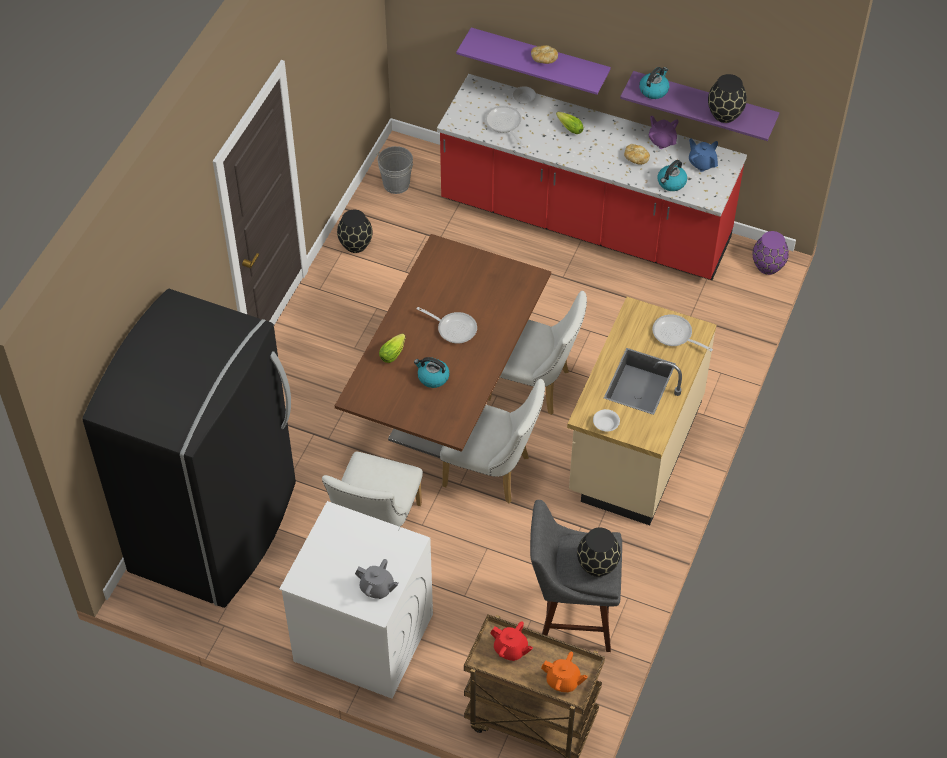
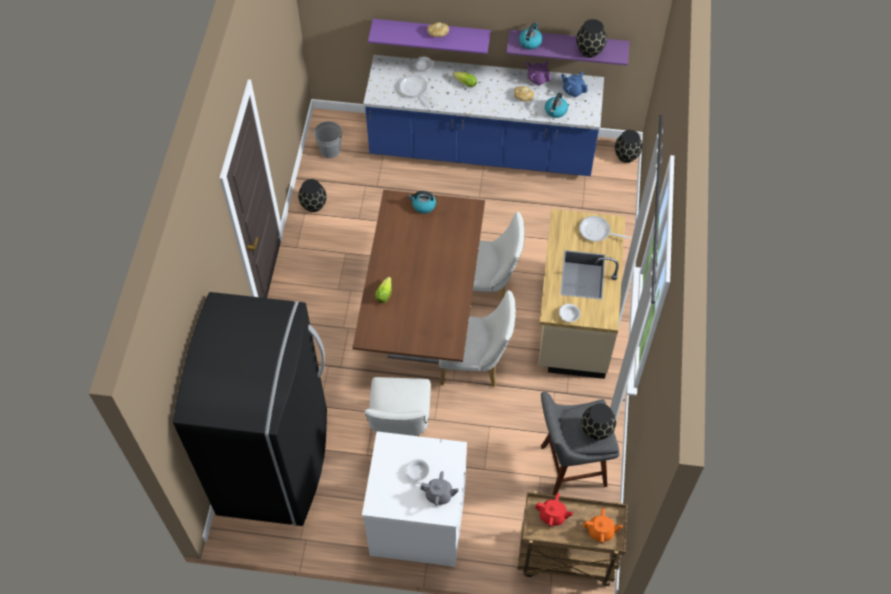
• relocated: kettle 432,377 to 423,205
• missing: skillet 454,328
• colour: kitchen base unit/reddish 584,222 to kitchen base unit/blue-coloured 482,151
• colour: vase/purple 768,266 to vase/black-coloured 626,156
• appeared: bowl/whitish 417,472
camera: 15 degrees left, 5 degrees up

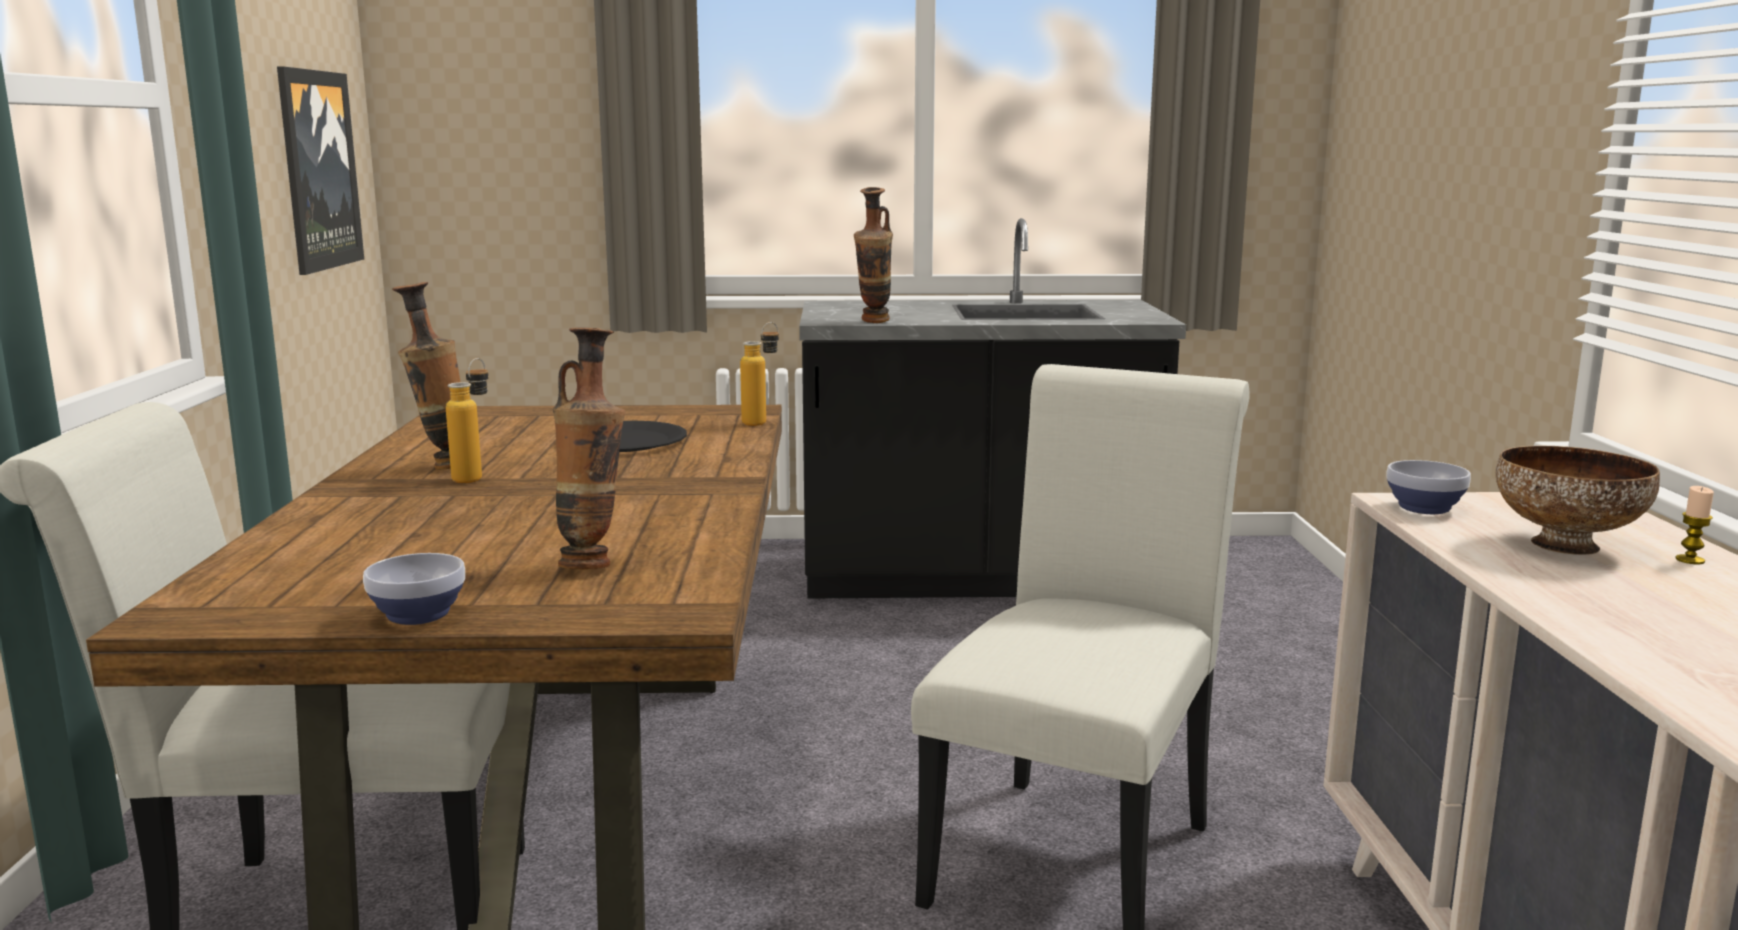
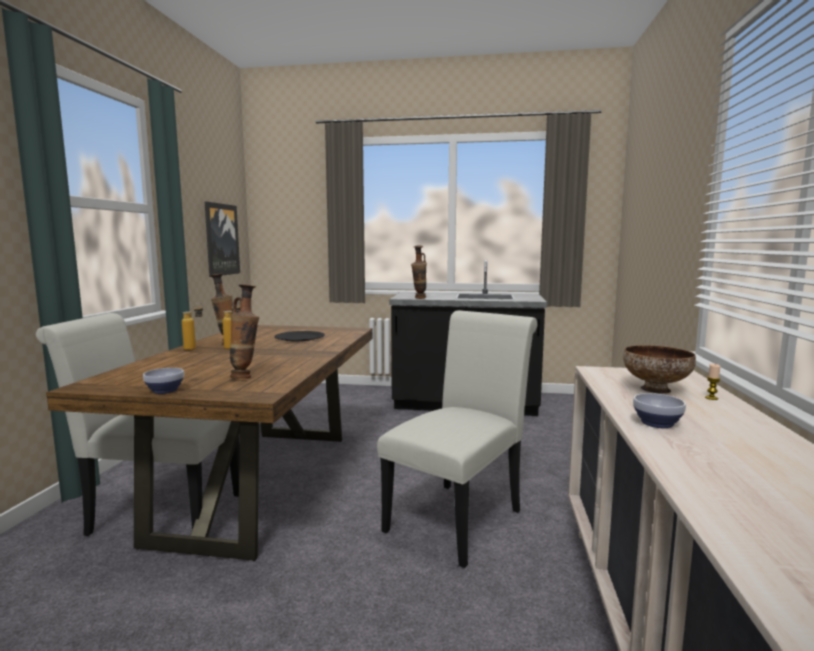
• relocated: bottle 762,422 to 195,348
• relocated: bowl 1422,507 to 655,423
camera: 10 degrees right, 5 degrees down

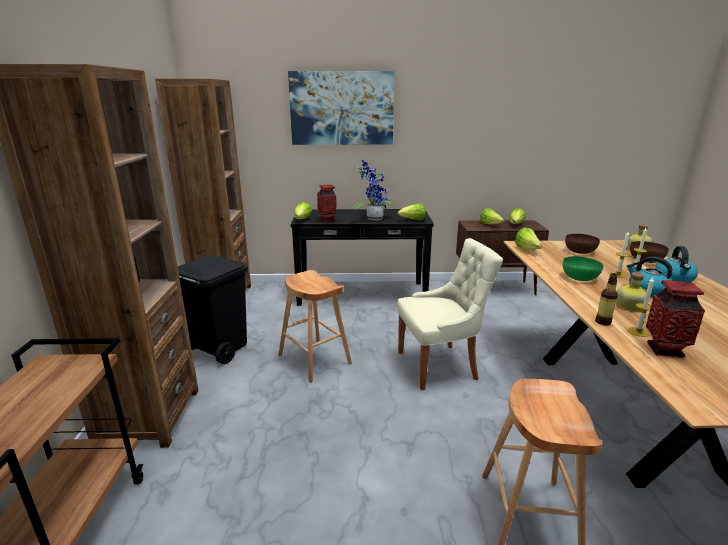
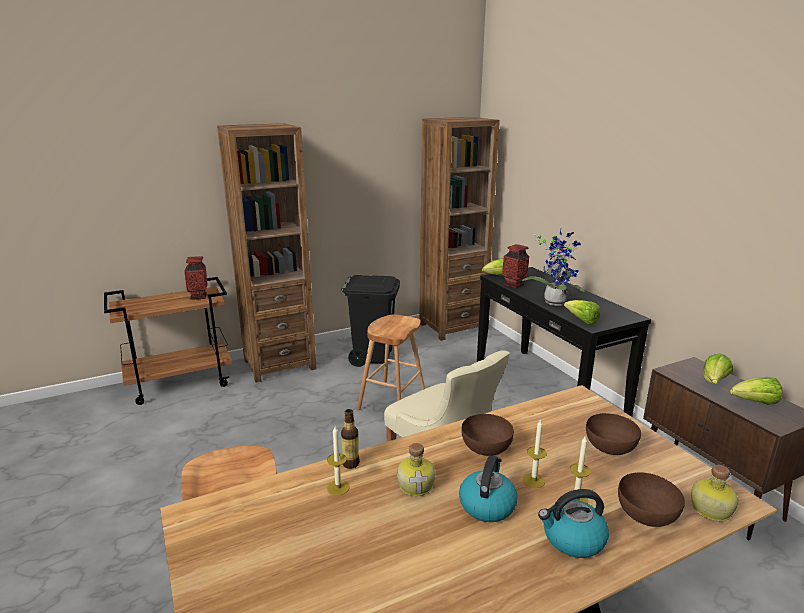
• missing: wall picture 342,108
• missing: lettuce head 527,250
• colour: bowl/greenish 580,277 to bowl/brownish 486,448
• relocated: vase 664,350 to 198,296
camera: 65 degrees right, 0 degrees up

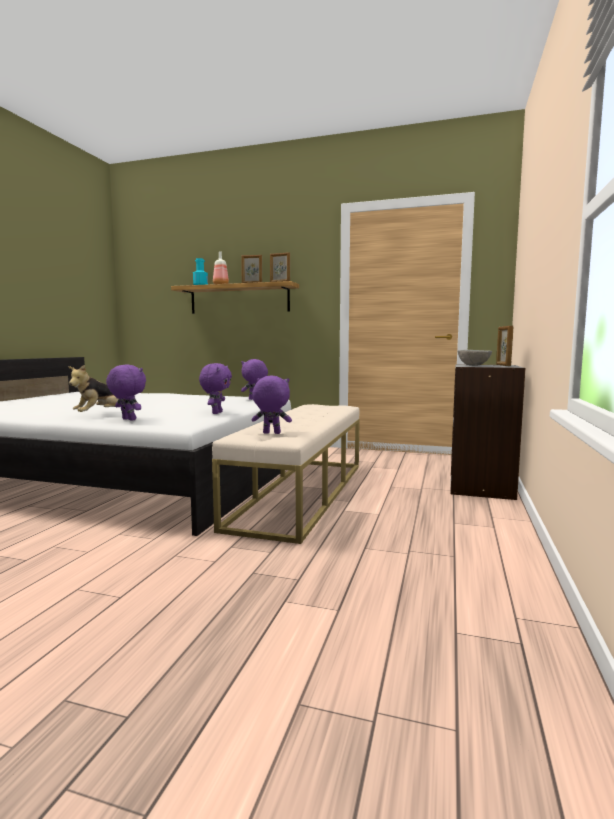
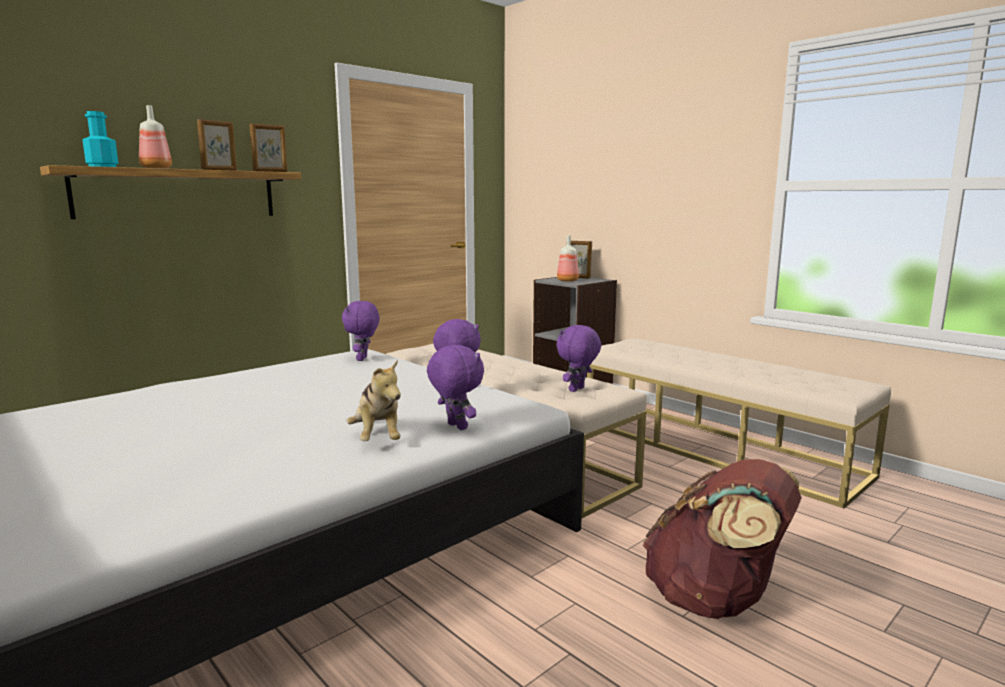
• spun: plush toy/purple 128,419 = 455,427 75 degrees clockwise
• exchanged: bowl/gray 474,365 to bottle 567,280
• appeared: bench/beige-coloured 717,448
• appeared: rucksack/brownish 715,600
camera: 60 degrees left, 5 degrees up

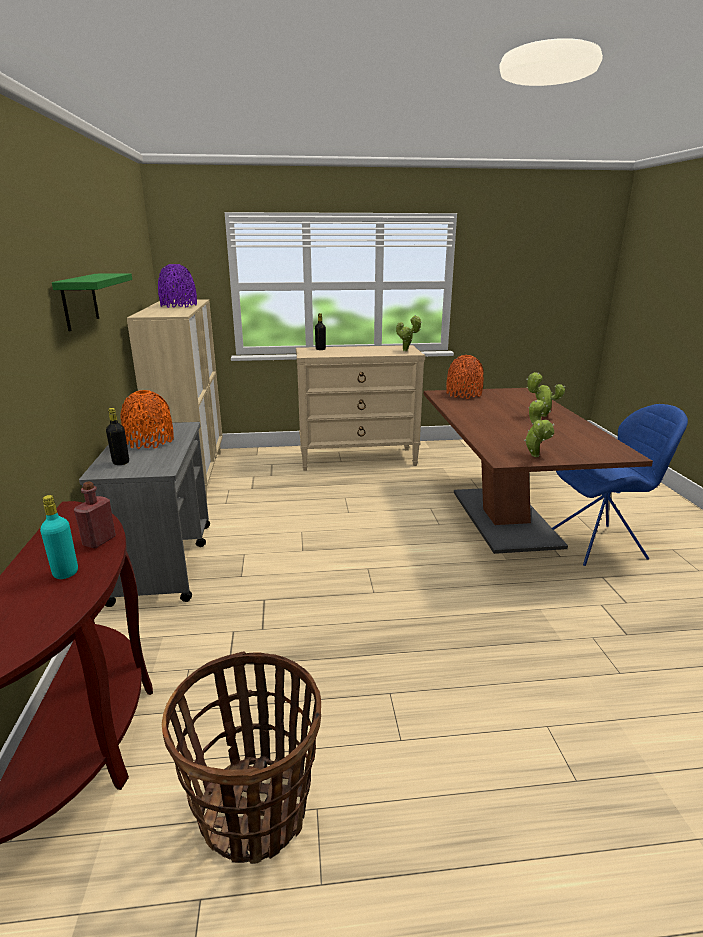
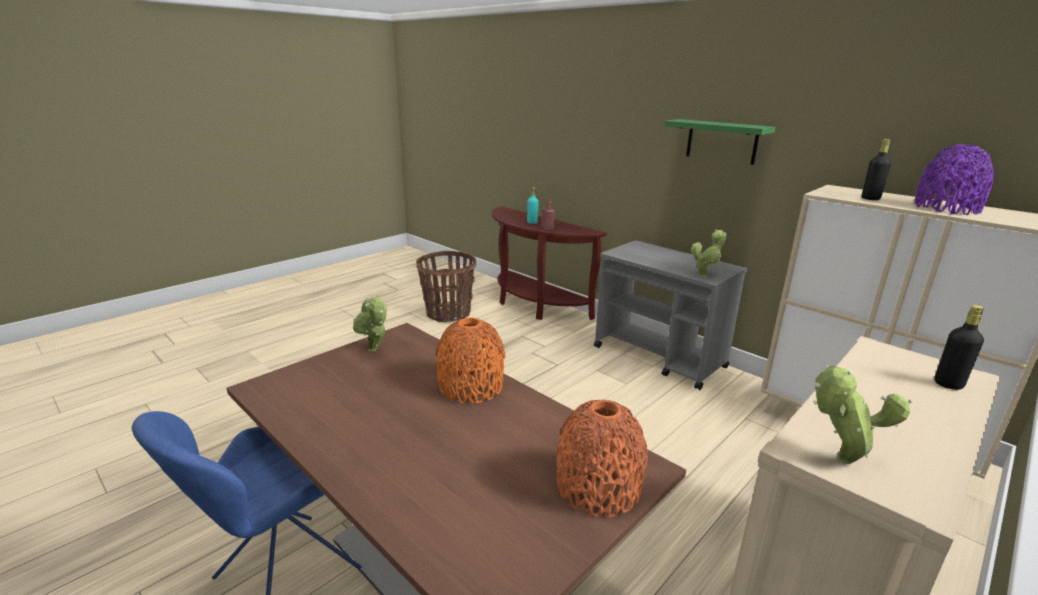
• relocated: bottle/black-coloured 121,462 to 870,199
• relocated: vase/orangey 150,441 to 471,386
• relocated: houseplant 541,415 to 704,275
camera: 140 degrees right, 0 degrees up

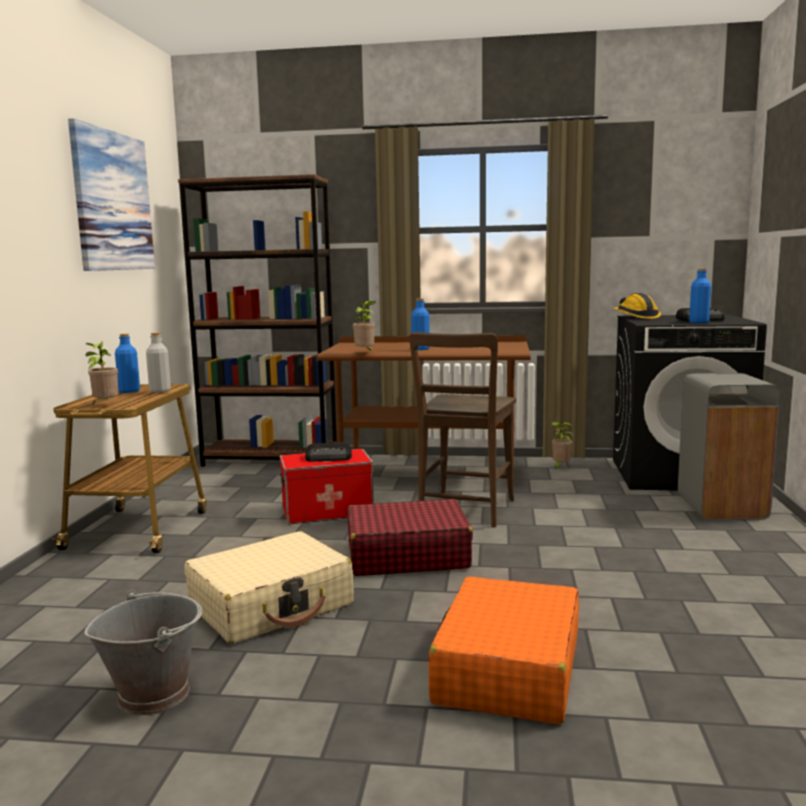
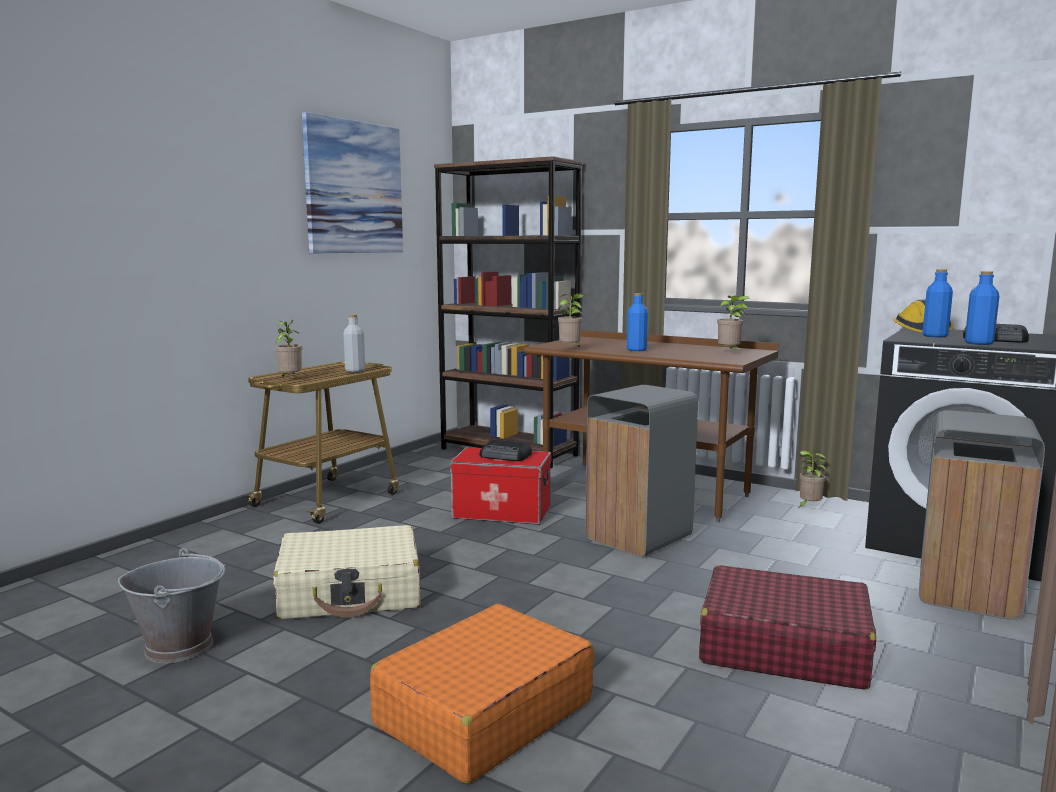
• relocated: bottle/blue-coloured 129,391 to 935,336
• relocated: piece of luggage/reddish 407,555 to 782,648
• exchanged: upright chair/brownish 465,511 to trash can/gray 637,538
• appeared: houseplant 730,353
camera: 25 degrees right, 0 degrees up

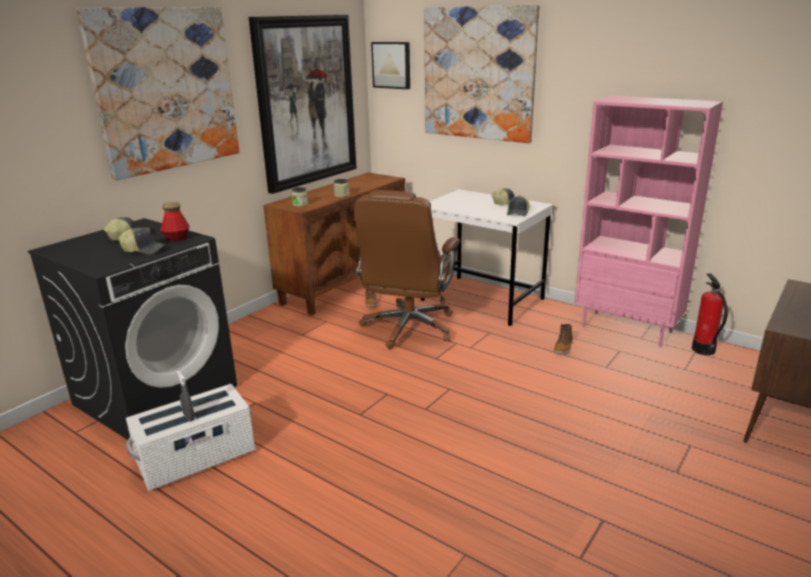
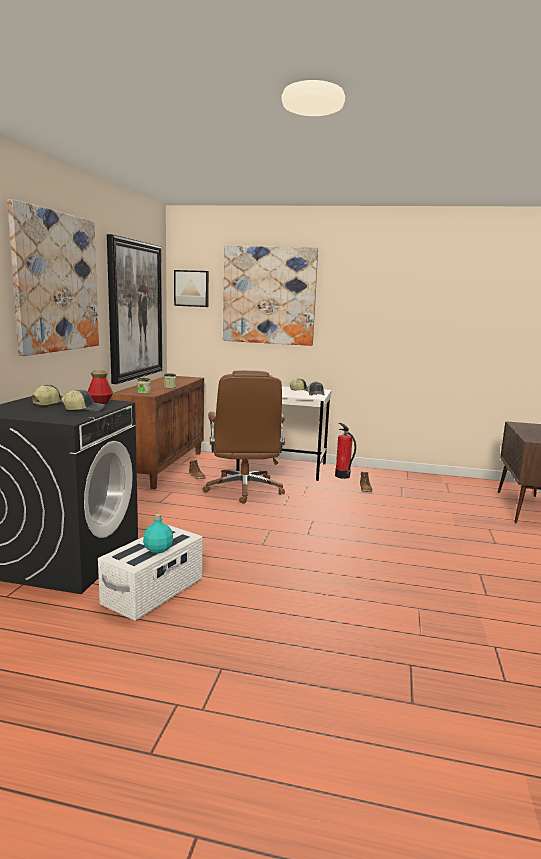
• exchanged: spray bottle/gray 189,417 to bottle/turquoise 158,549
• missing: bookshelf/pink 627,328
• relocated: extinguisher 703,350 to 342,476
camera: 25 degrees left, 10 degrees down

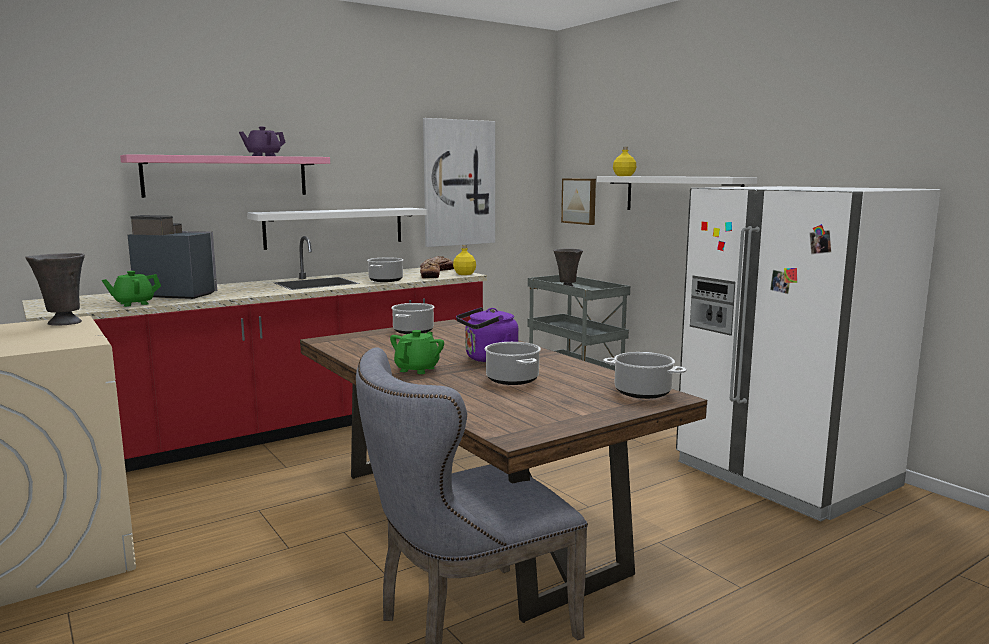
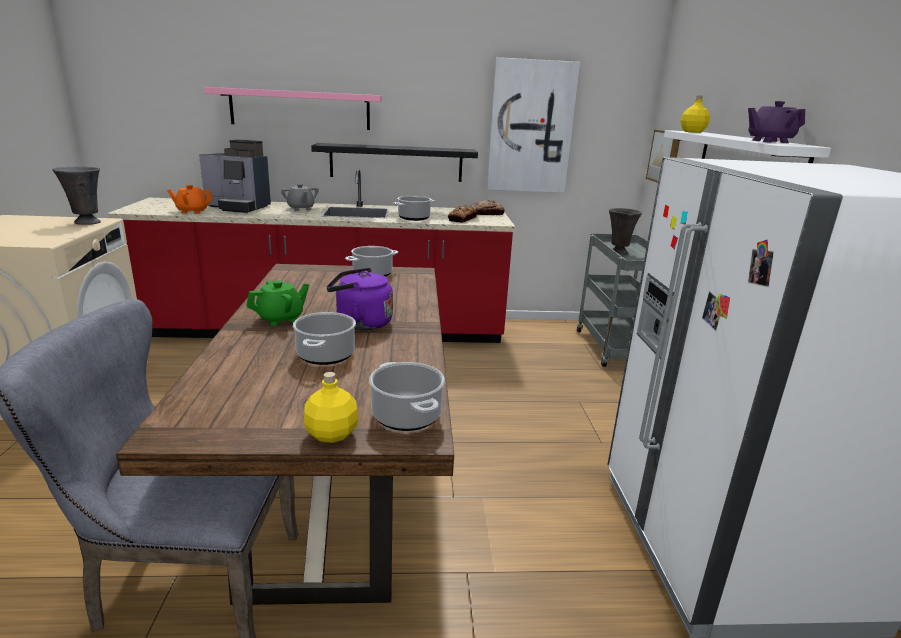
• colour: tea pot/greenish 134,304 to tea pot/orangey 192,211
• spun: coffee machine 176,294 = 239,207 150 degrees clockwise
• relocated: tea pot/purple 263,156 to 769,141
• colour: bracket shelf/whitish 335,227 to bracket shelf/black-coloured 396,162
• relocated: bottle/yellow 464,274 to 332,434
• appeared: tea pot/gray 301,209
camera: 30 degrees right, 10 degrees up

